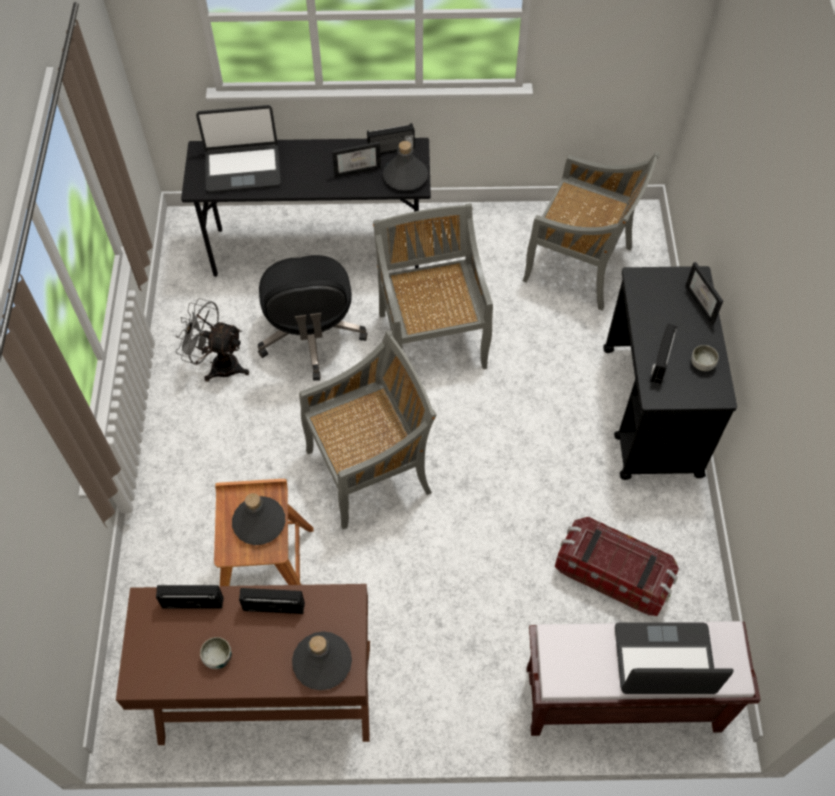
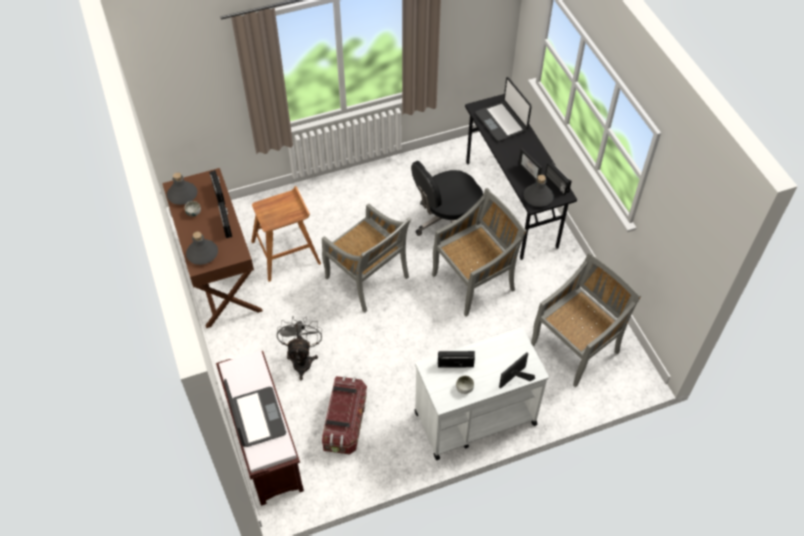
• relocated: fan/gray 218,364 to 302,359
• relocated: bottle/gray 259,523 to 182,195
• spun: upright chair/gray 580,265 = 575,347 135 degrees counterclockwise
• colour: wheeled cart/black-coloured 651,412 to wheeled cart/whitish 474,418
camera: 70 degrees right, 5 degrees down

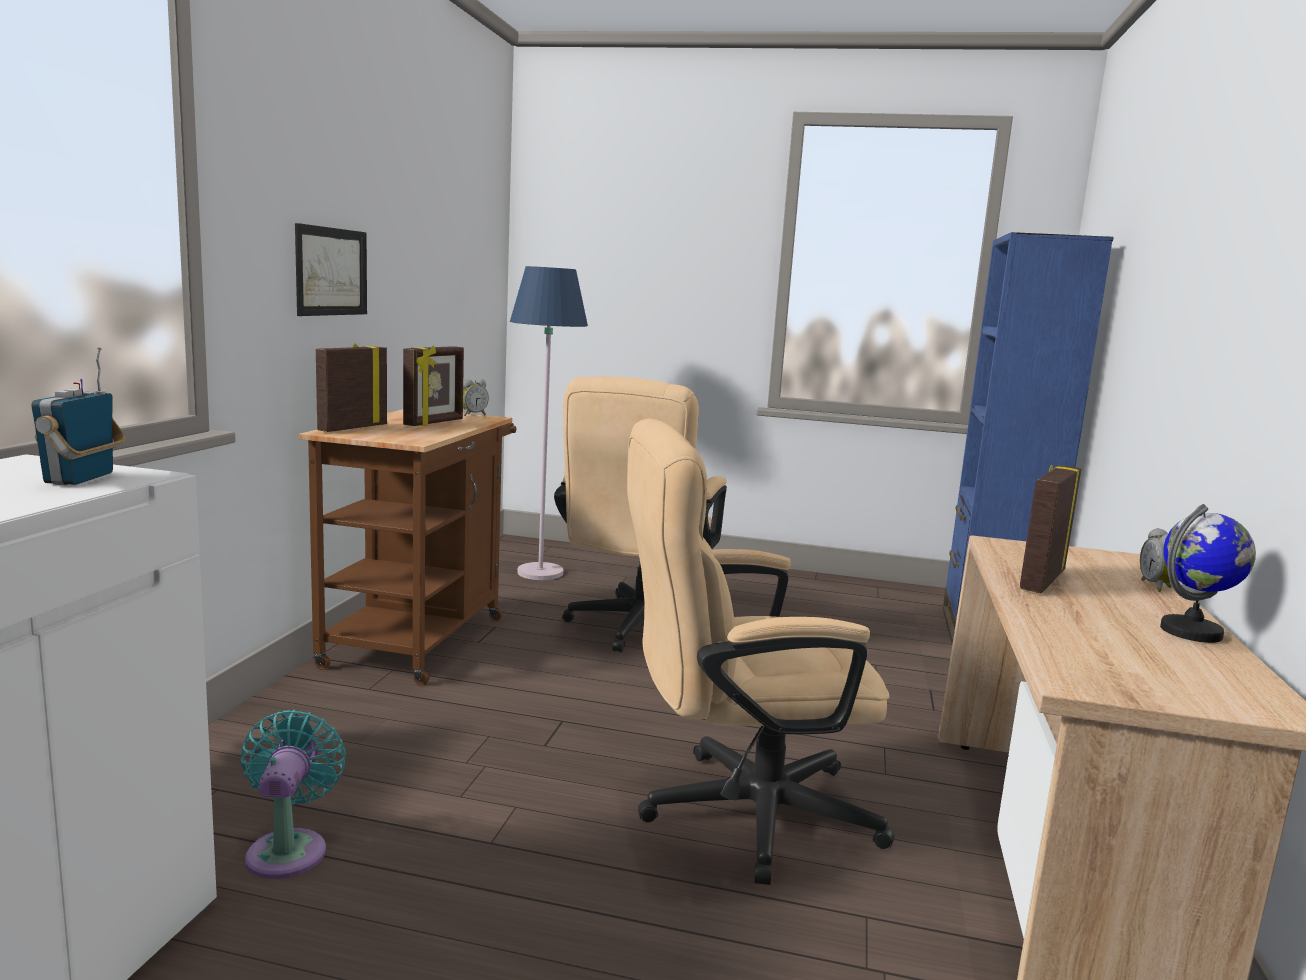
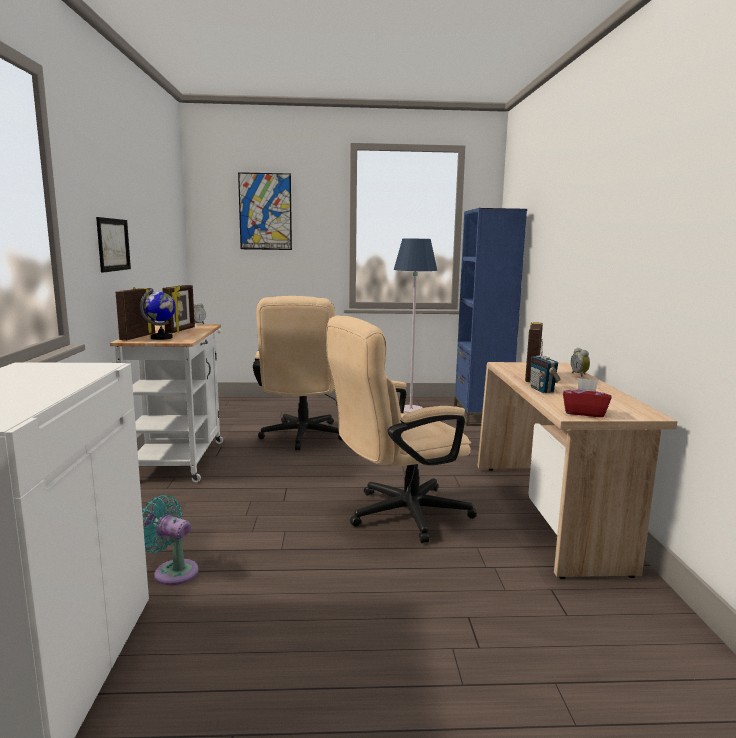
• relocated: radio receiver 81,479 to 542,390
• spun: fan/turquoise 289,849 = 172,571 45 degrees counterclockwise
• colour: wheeled cart/brownish 420,637 to wheeled cart/whitish 180,457
• relocated: standard lamp/blue-coloured 540,572 to 410,410
• relocated: globe 1192,632 to 162,338
• appeared: wall picture 265,211
• appeared: box of tissues/reddish 584,413
camera: 15 degrees left, 0 degrees up

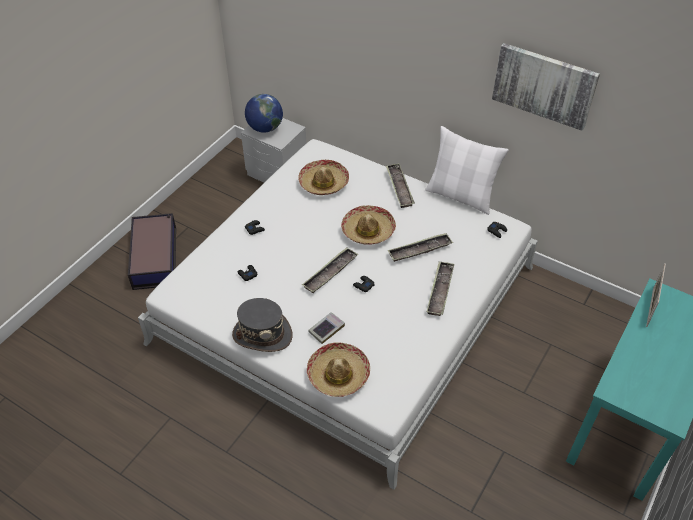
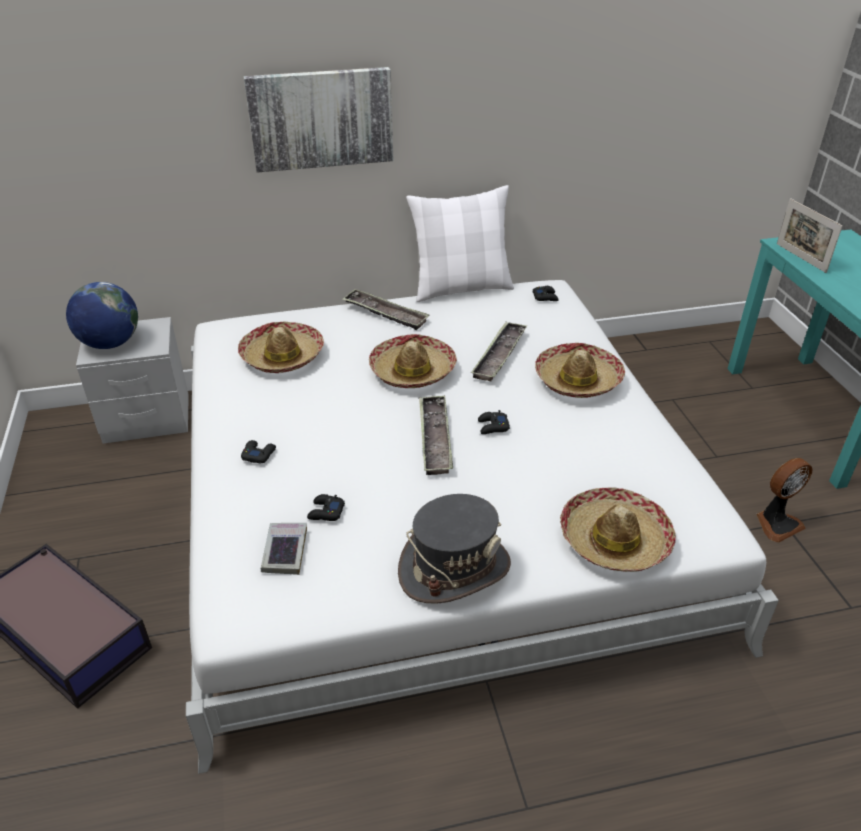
• relocated: bound book 326,329 to 285,551
• exchanged: serving tray 440,291 to clothing hat 578,380
• relocated: wall picture 544,85 to 321,119
• appeared: fan 776,523
camera: 45 degrees left, 10 degrees down

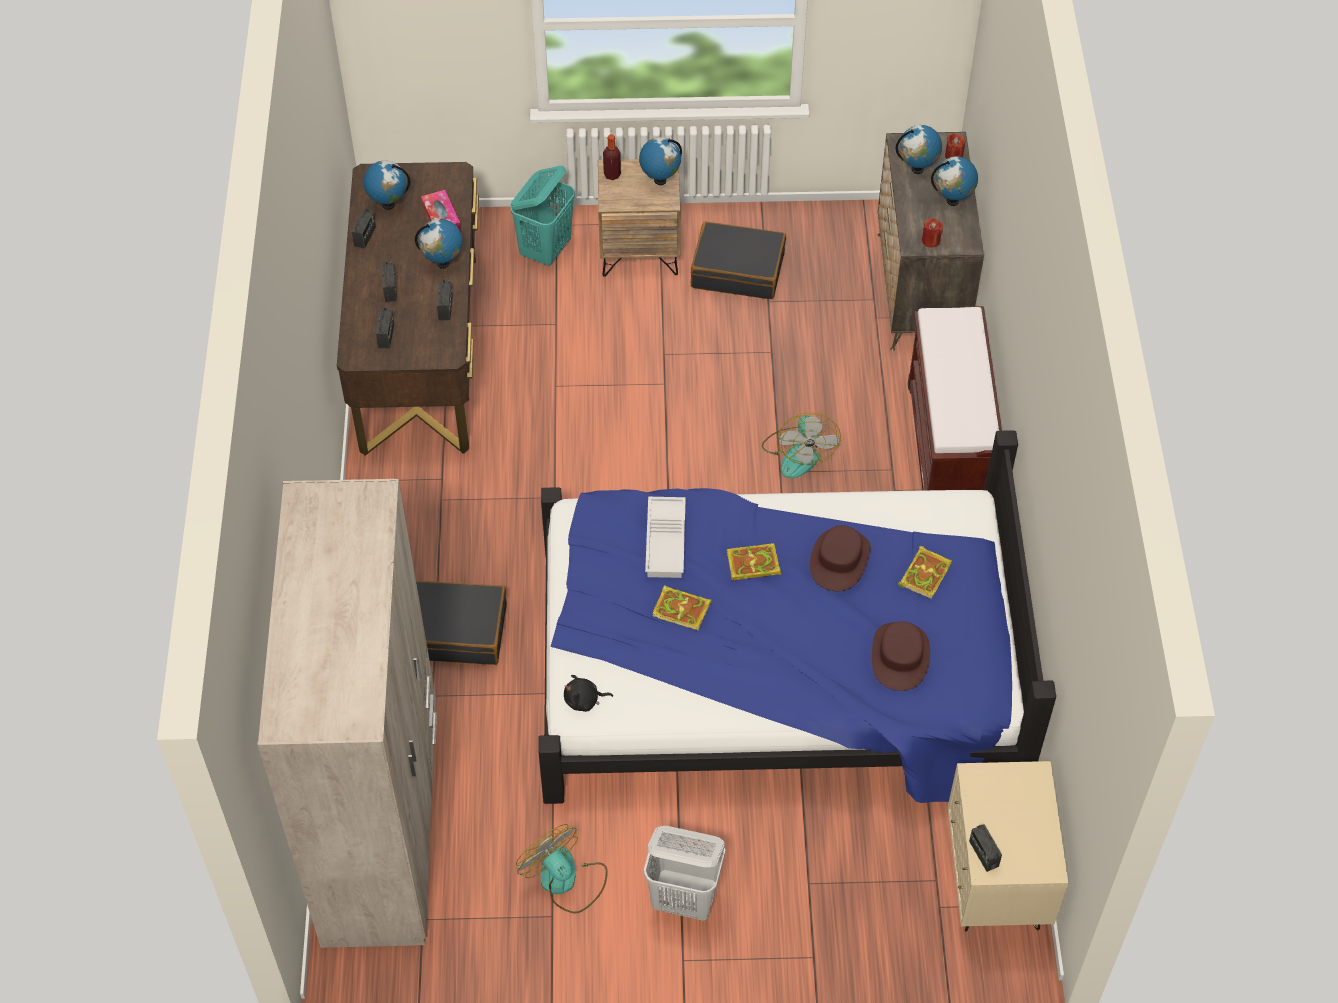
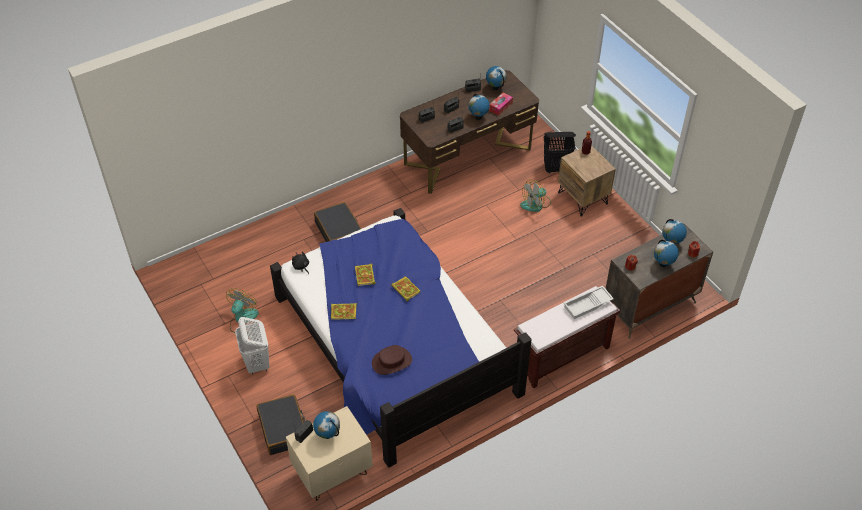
• missing: armoire/beige-coloured 381,821
• colour: washing basket/turquoise 546,250 to washing basket/black-coloured 556,168
• relocated: globe 660,180 to 328,435
• relocated: serving tray/whitish 667,542 to 588,305
• relocated: piece of luggage/black-coloured 738,270 to 283,429
• relocated: fan 798,453 to 536,204
• missing: clothing hat/brownish 839,560
• relocated: bound book 925,573 to 344,312
camera: 60 degrees right, 5 degrees down

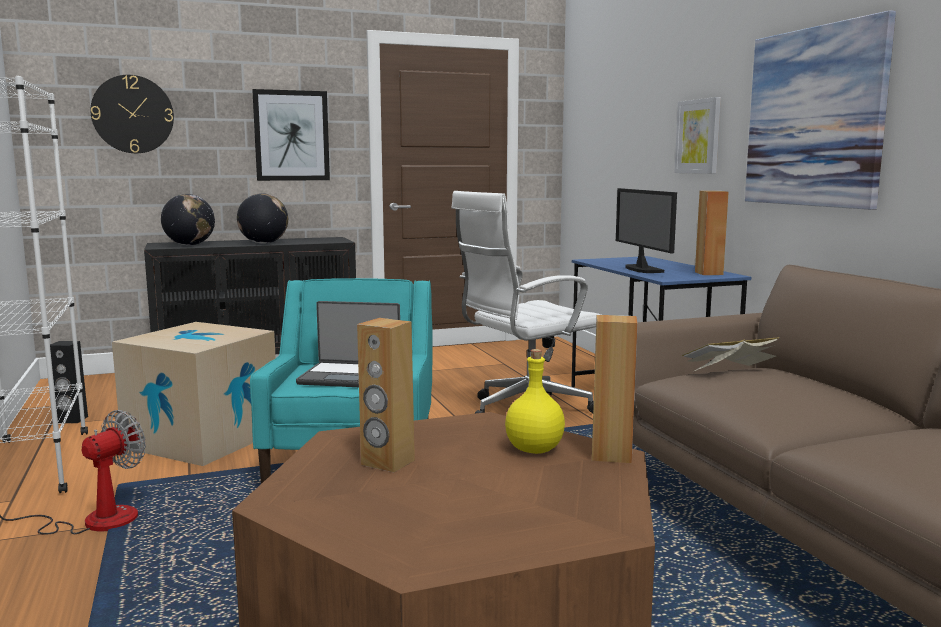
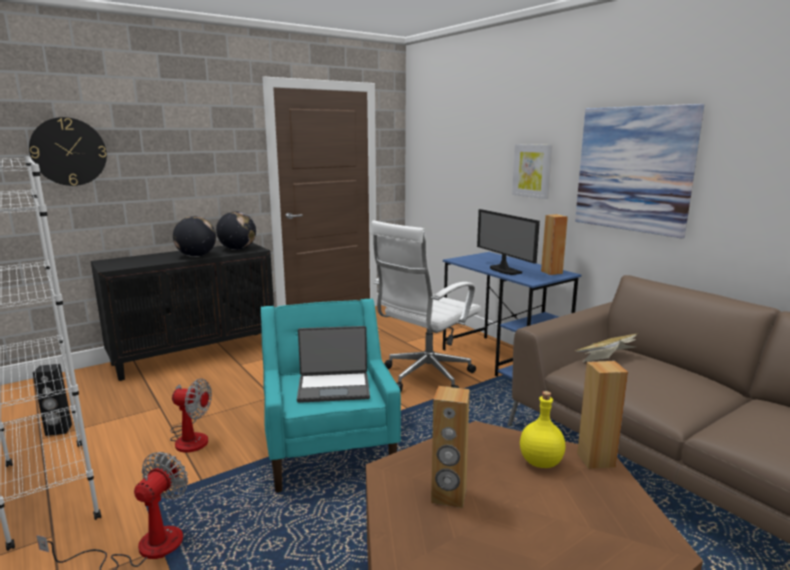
• exchanged: cardboard box 202,439 to fan 190,437
• relocated: globe 190,245 to 237,249
• missing: wall picture 291,135
camera: 15 degrees left, 5 degrees up

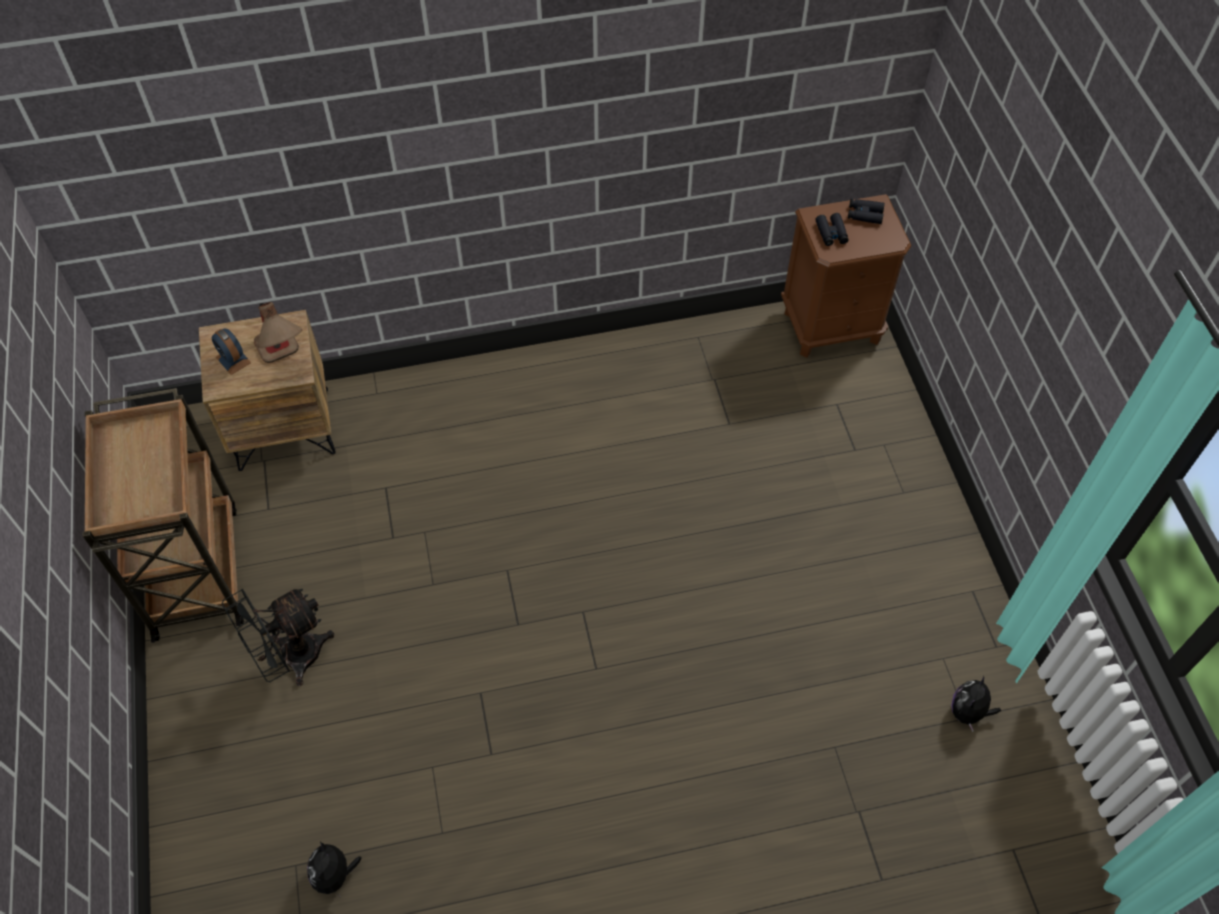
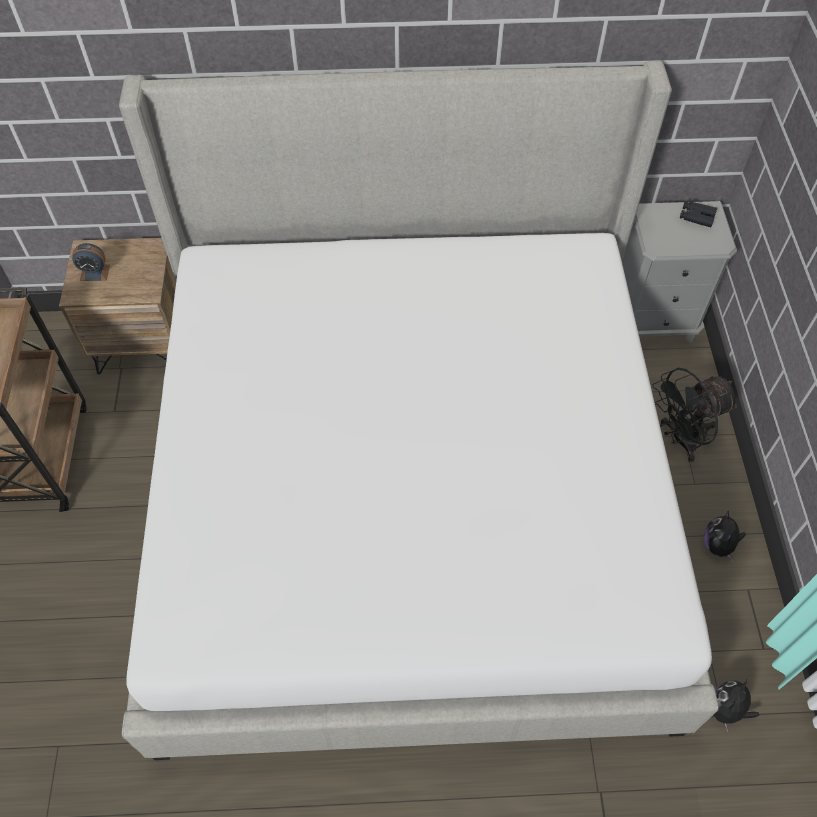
• spun: alarm clock 233,360 = 95,272 60 degrees counterclockwise
• relocated: fan/black-coloured 291,658 to 680,439
• missing: table lamp 285,361
• relocated: plush toy 335,875 to 718,545
• colour: nightstand/brownish 831,326 to nightstand/gray 651,320
• missing: pair of binoculars/black-coloured 831,233
• appeared: sleeping bed 408,494
camera: 10 degrees right, 0 degrees up

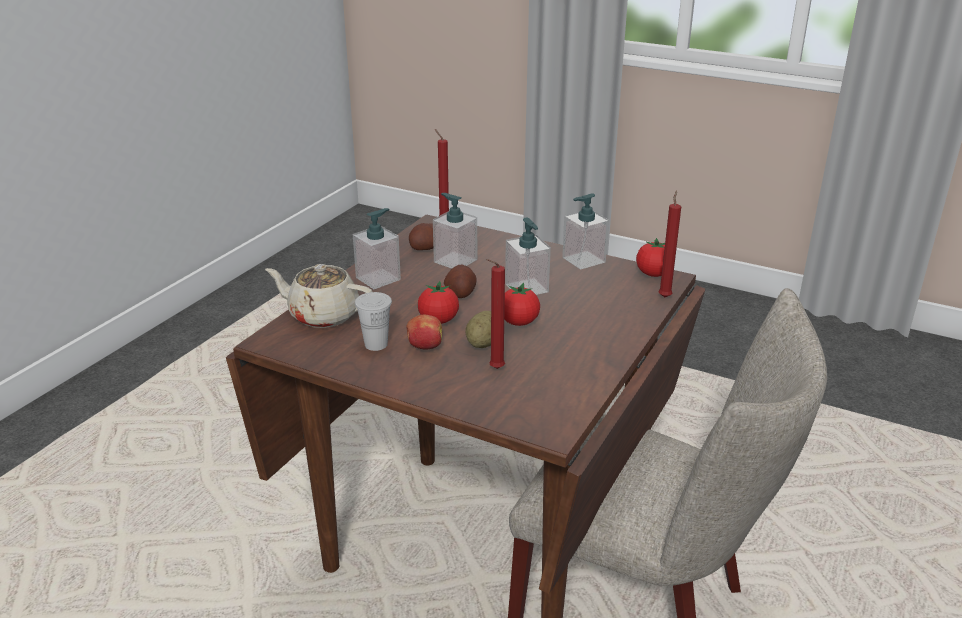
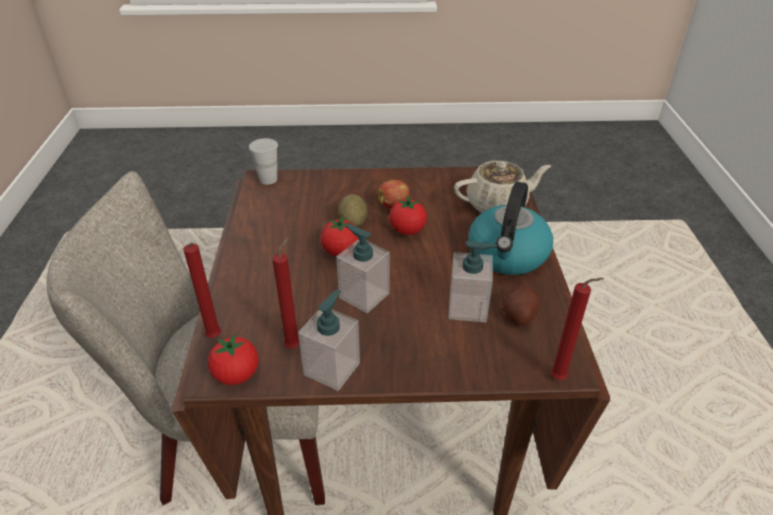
• exchanged: soap dispenser 378,278 to kettle 507,255
• relocated: cup/whitish 376,344 to 268,179
• missing: whole potato 460,293
• relocated: candle/reddish 494,369 to 294,345
camera: 150 degrees right, 10 degrees up

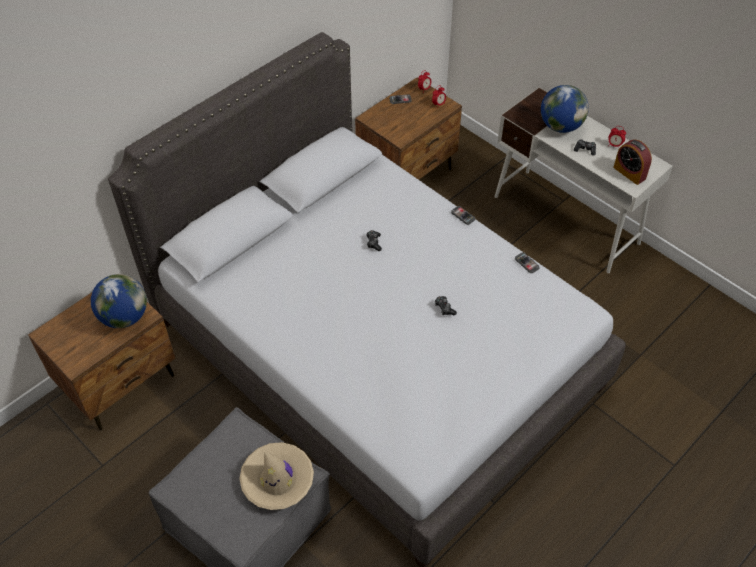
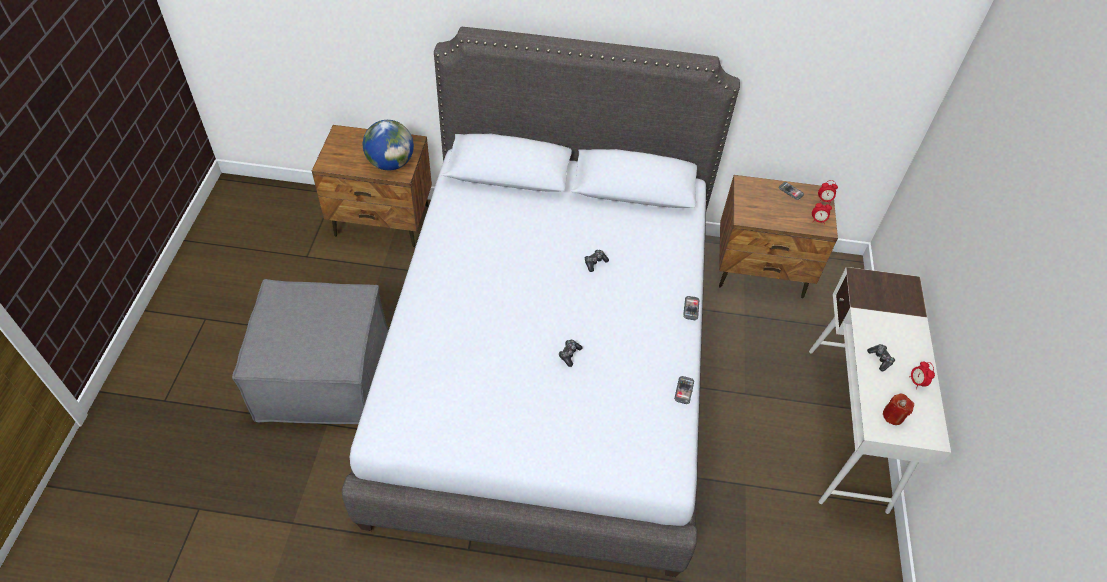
• missing: clothing hat/beige-coloured 277,480
• missing: globe 560,126
• exchanged: alarm clock 629,173 to candle/reddish 893,416
camera: 50 degrees right, 0 degrees up

